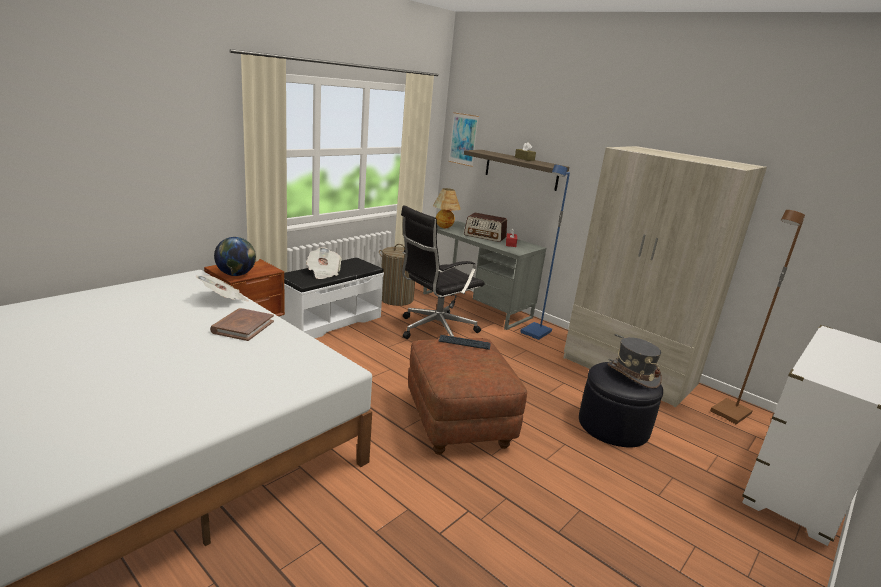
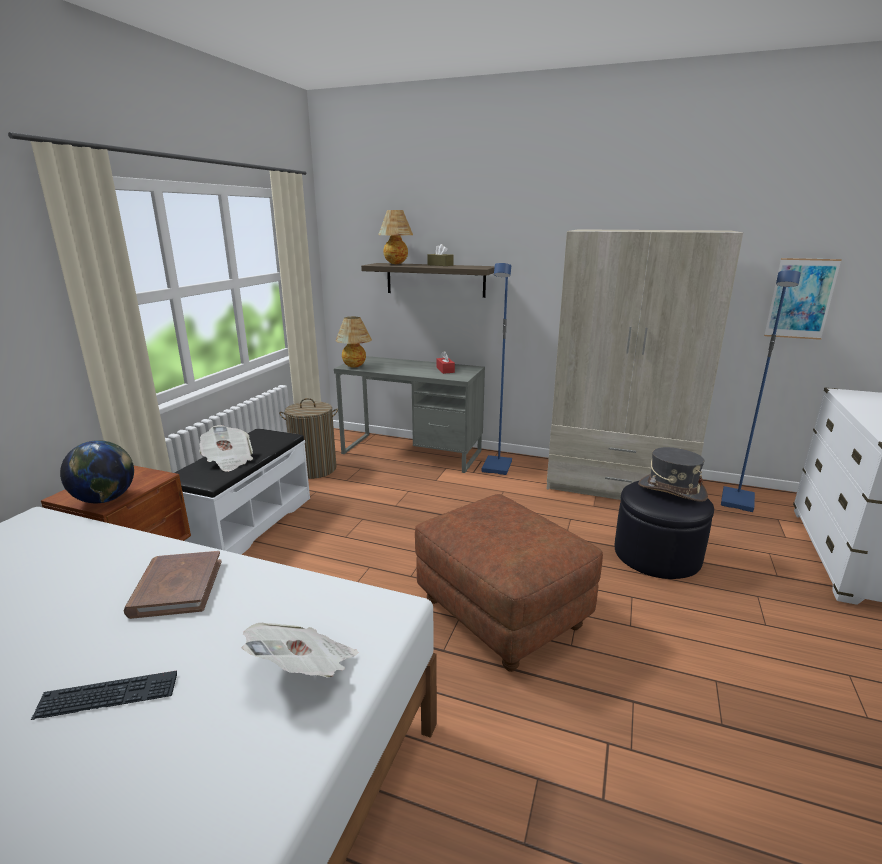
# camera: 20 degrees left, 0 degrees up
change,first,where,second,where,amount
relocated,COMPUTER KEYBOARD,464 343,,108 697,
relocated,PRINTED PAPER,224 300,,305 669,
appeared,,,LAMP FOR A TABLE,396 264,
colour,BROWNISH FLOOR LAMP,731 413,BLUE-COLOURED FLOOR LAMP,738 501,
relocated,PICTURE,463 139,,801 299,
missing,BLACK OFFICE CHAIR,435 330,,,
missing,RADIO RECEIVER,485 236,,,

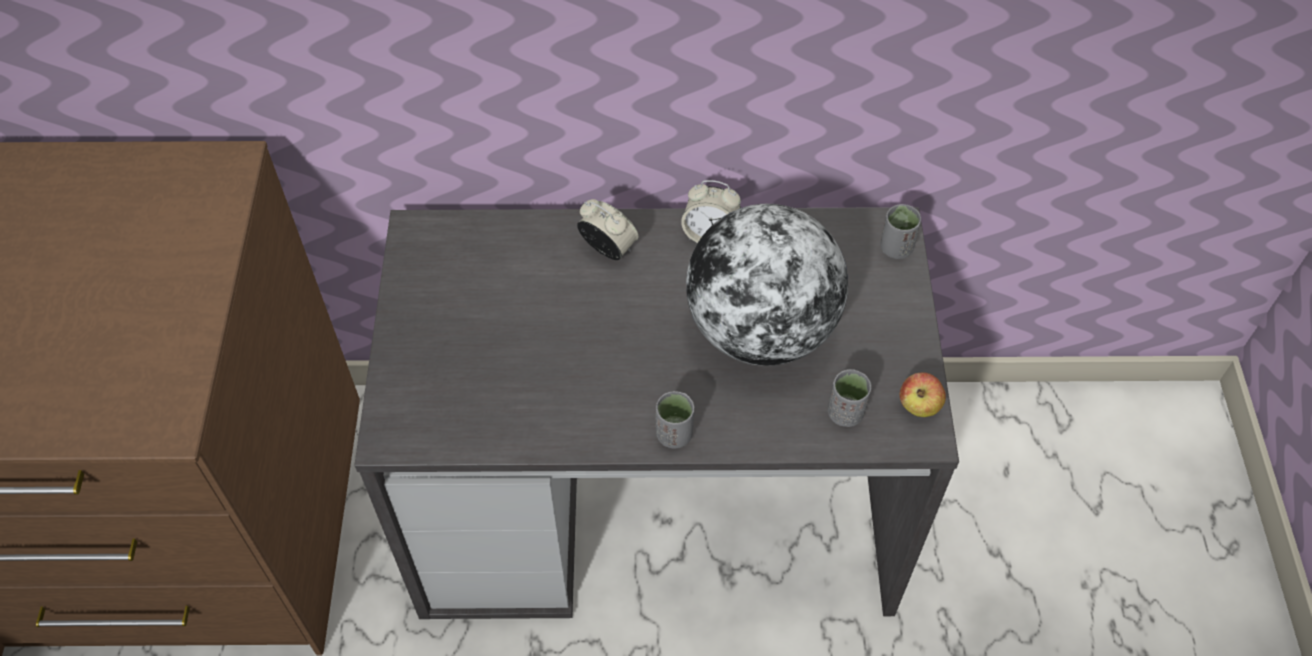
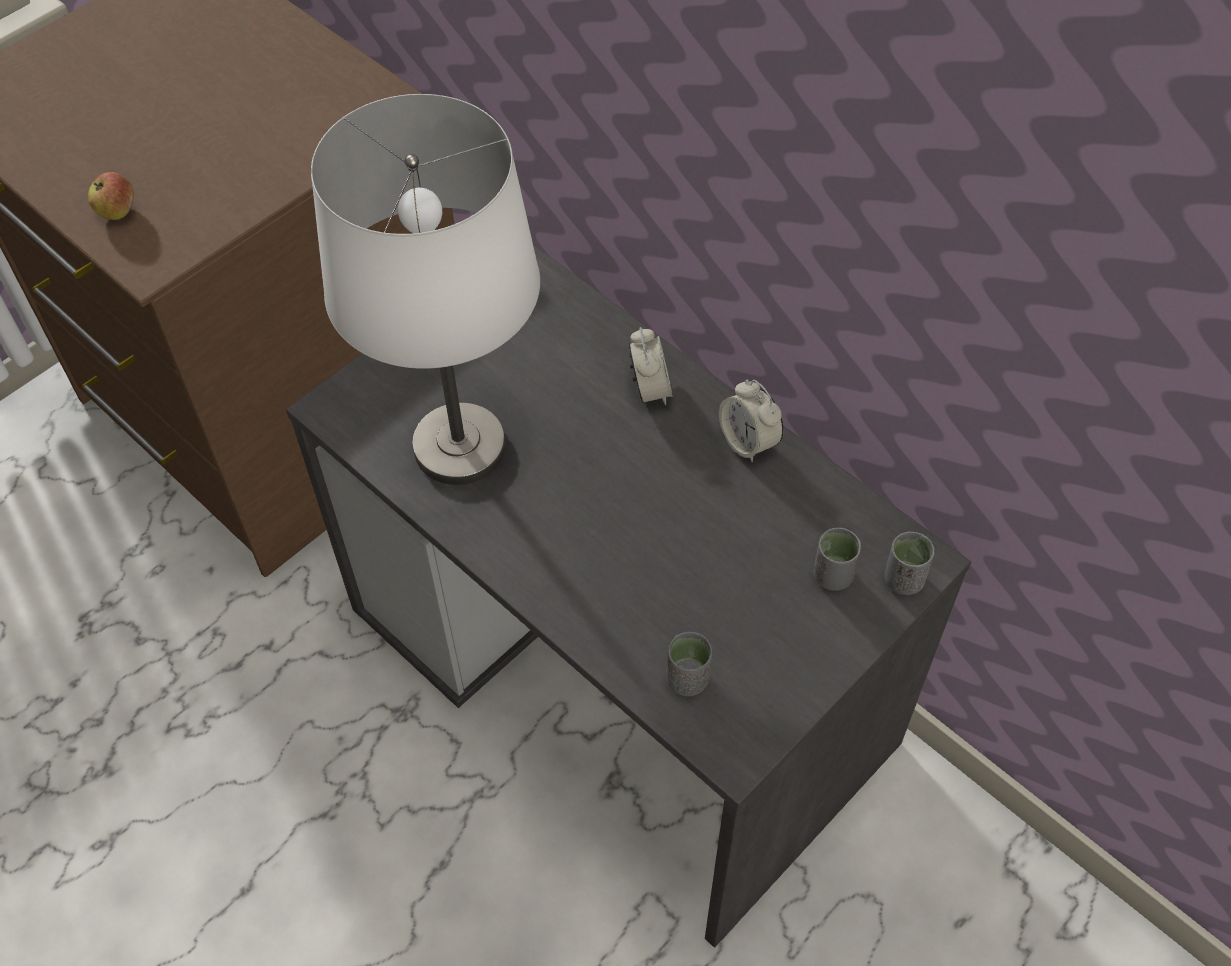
# camera: 45 degrees right, 0 degrees up
change,first,where,second,where,amount
relocated,WHOLE APPLE,919 406,,117 212,
appeared,,,WHITE-COLOURED LAMP FOR A TABLE,458 446,
relocated,GRAY DRINKING CUP,674 434,,832 575,
missing,DESK GLOBE,761 330,,,

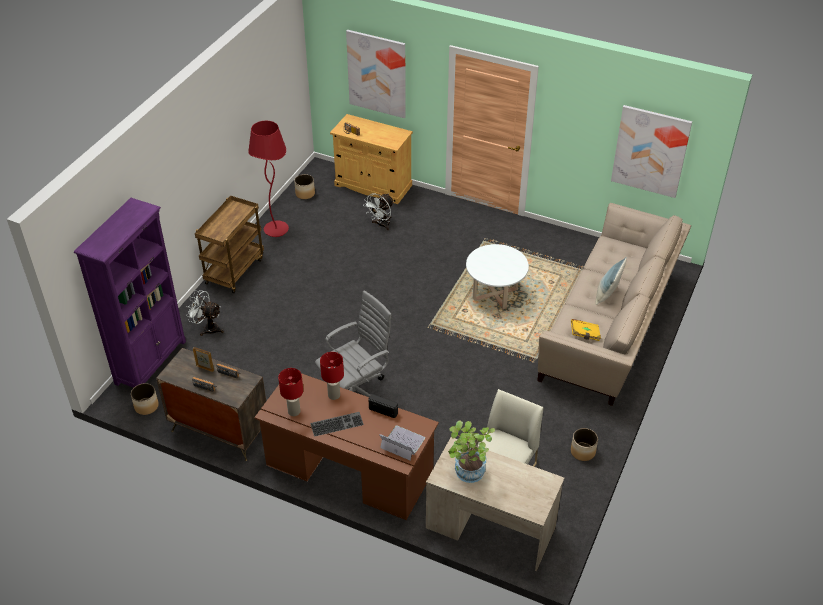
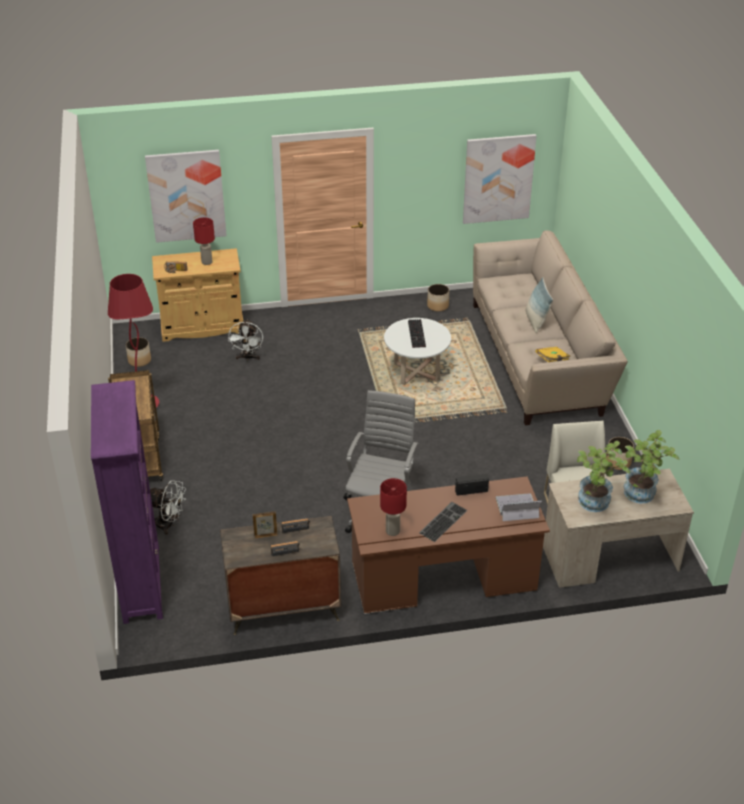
# camera: 35 degrees left, 5 degrees down
change,first,where,second,where,amount
spun,WHITE-COLOURED FAN,207 328,,169 524,150 degrees counterclockwise
relocated,RED-COLOURED LAMP FOR A TABLE,334 395,,206 262,
appeared,,,COMPUTER KEYBOARD,417 334,
relocated,PLANT POT,146 406,,438 306,
appeared,,,POTTED PLANT,641 496,

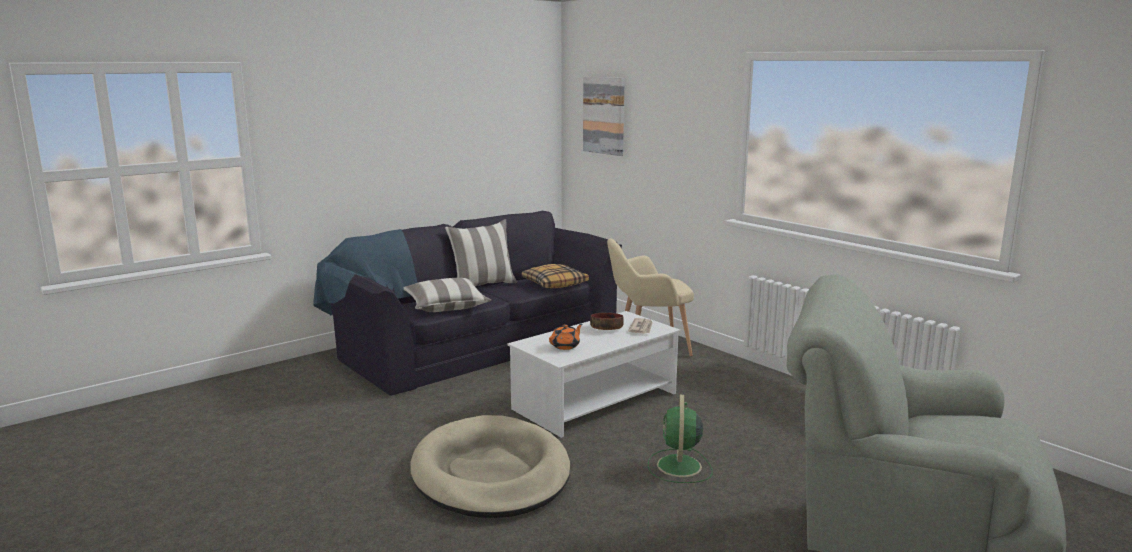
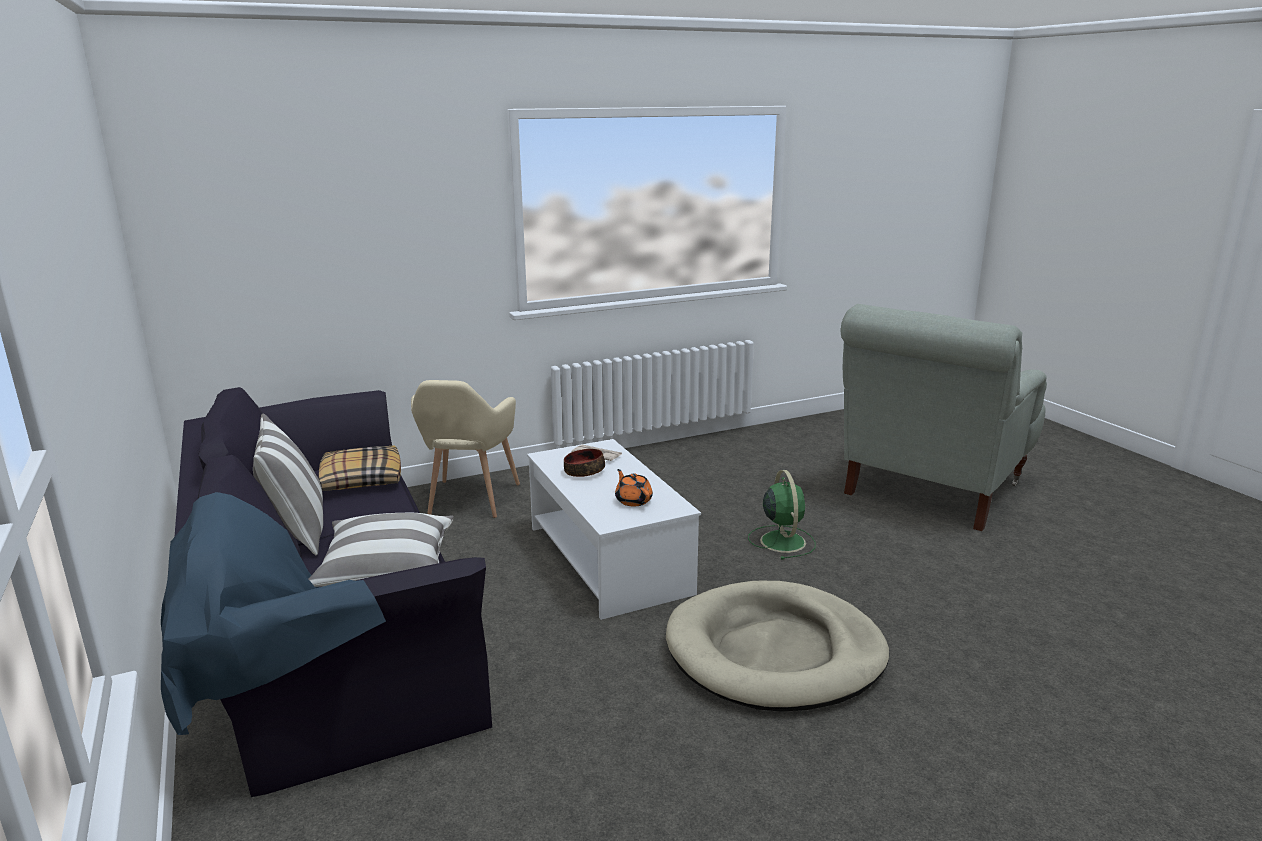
# camera: 75 degrees left, 5 degrees up
change,first,where,second,where,amount
spun,GREEN FAN,679 467,,782 540,120 degrees counterclockwise
missing,PICTURE,604 115,,,

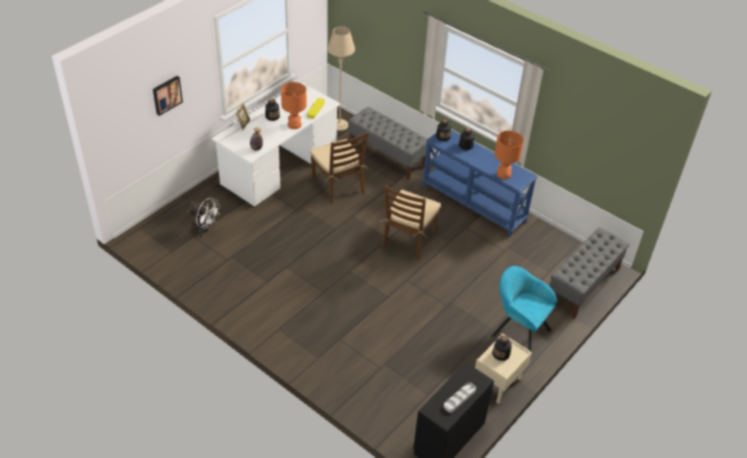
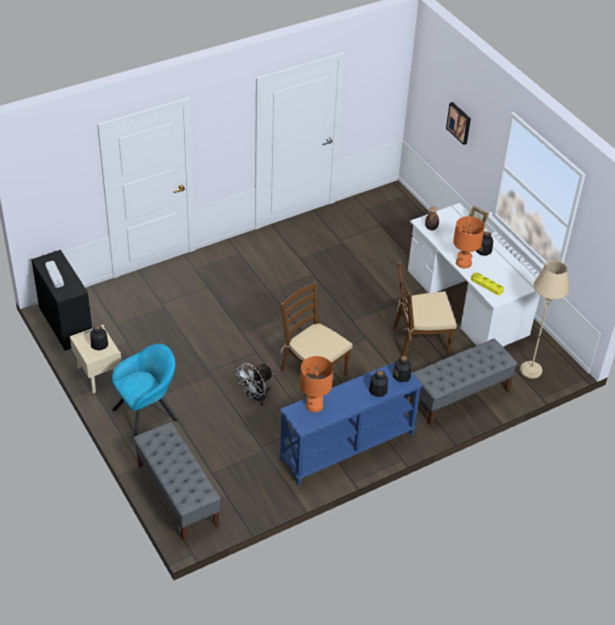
# camera: 110 degrees right, 0 degrees up
change,first,where,second,where,amount
relocated,WHITE-COLOURED FAN,205 230,,255 397,

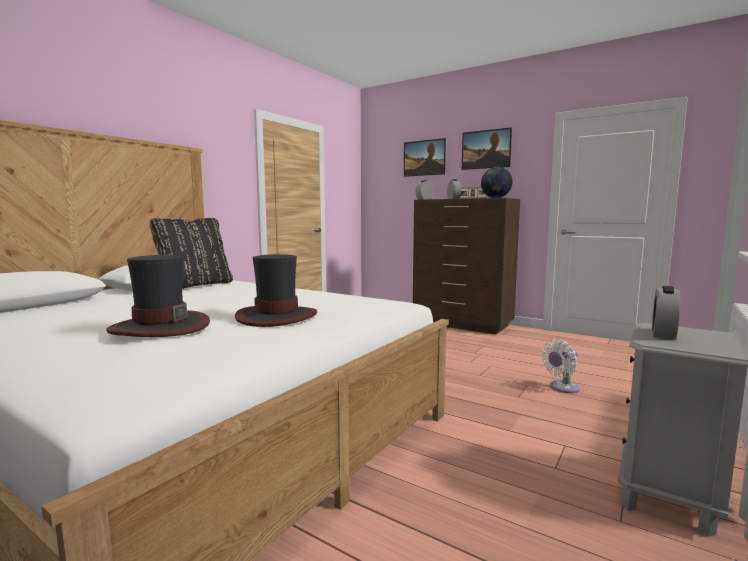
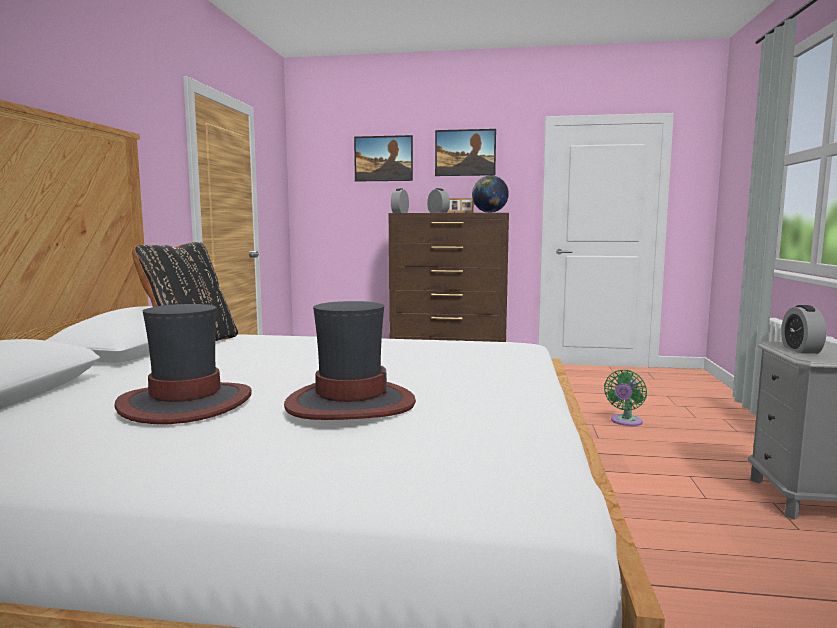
# camera: 25 degrees left, 0 degrees up
change,first,where,second,where,amount
relocated,CLOTHING HAT,276 317,,186 403,
colour,WHITE-COLOURED FAN,562 388,GREEN FAN,625 422,

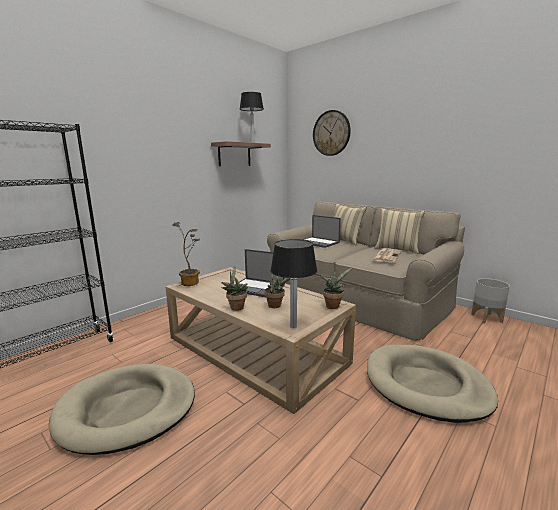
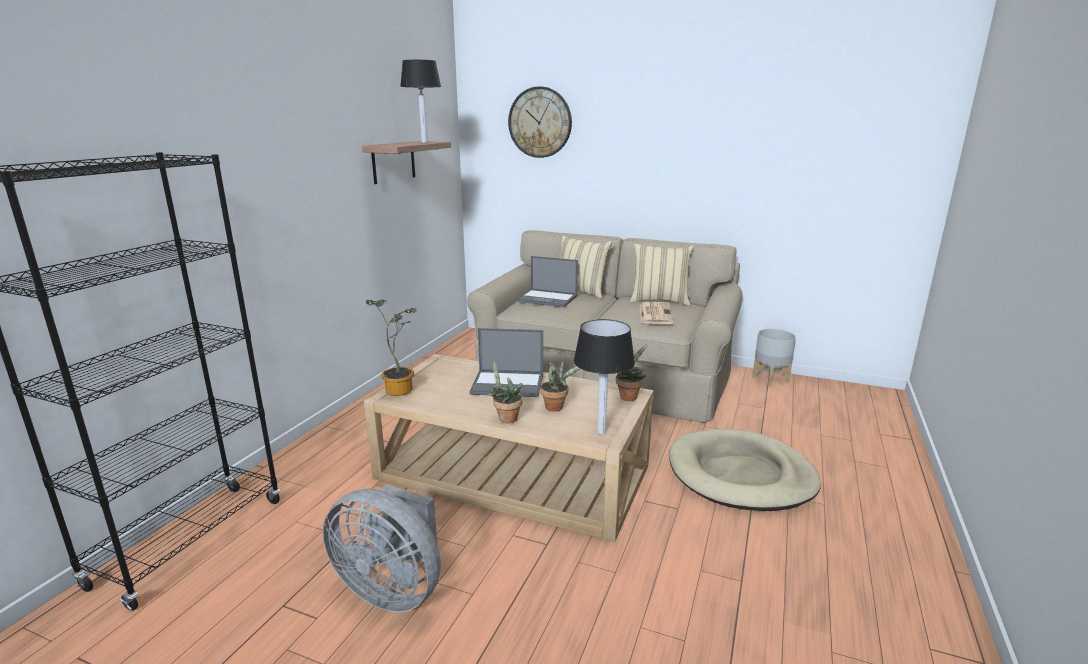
# camera: 20 degrees left, 5 degrees up
change,first,where,second,where,amount
exchanged,SAND-COLOURED DOG CUSHION,127 409,GRAY FAN,393 589,

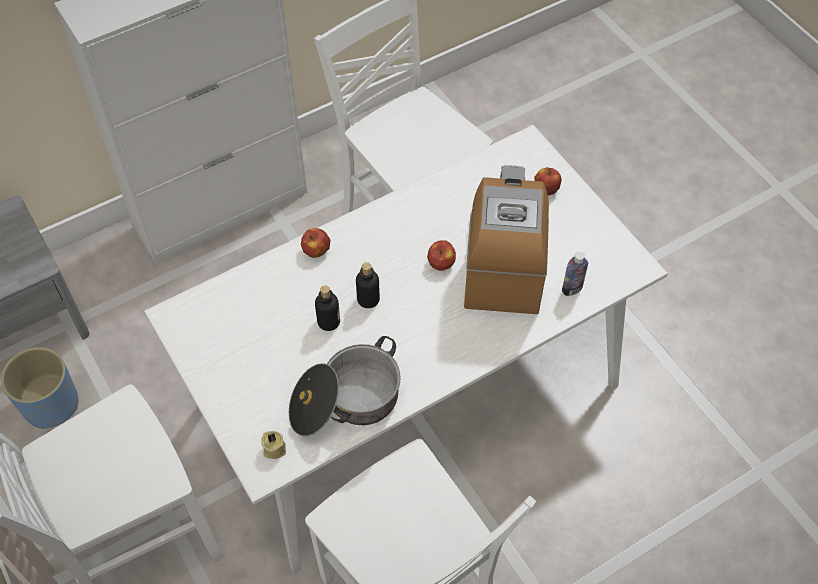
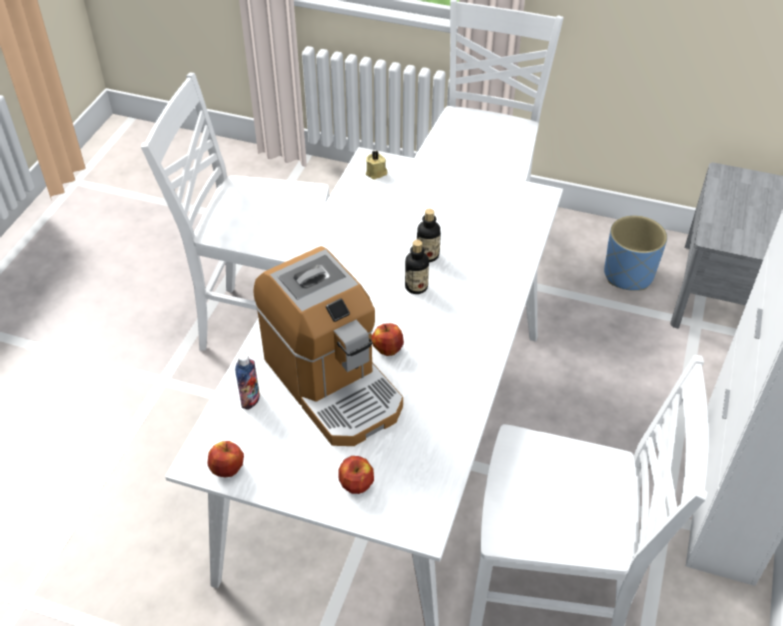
# camera: 140 degrees right, 10 degrees down
change,first,where,second,where,amount
relocated,WHOLE APPLE,316 251,,227 468,
missing,STOCKPOT,345 402,,,

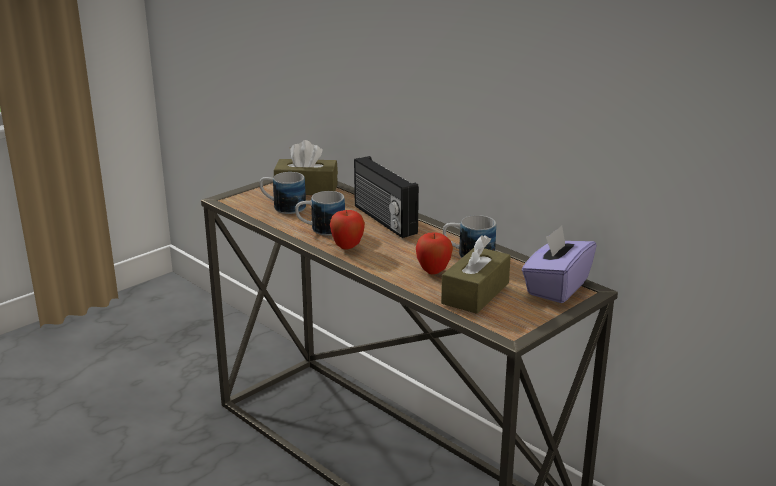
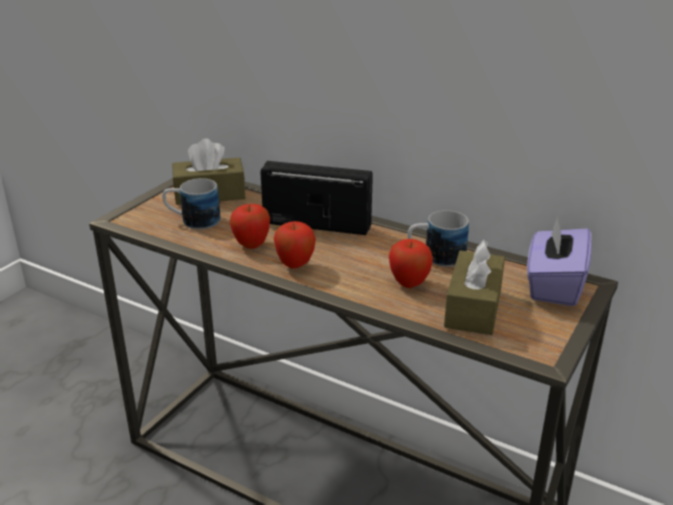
# camera: 15 degrees left, 5 degrees up
change,first,where,second,where,amount
exchanged,MUG,320 229,WHOLE APPLE,251 245,
spun,RADIO RECEIVER,383 220,,317 223,150 degrees clockwise

